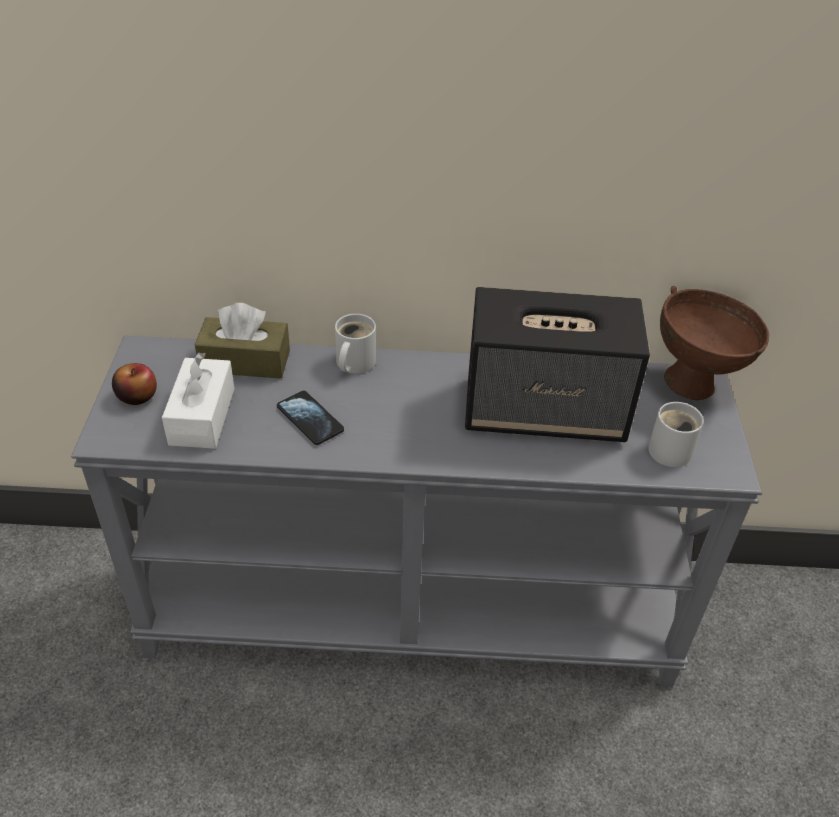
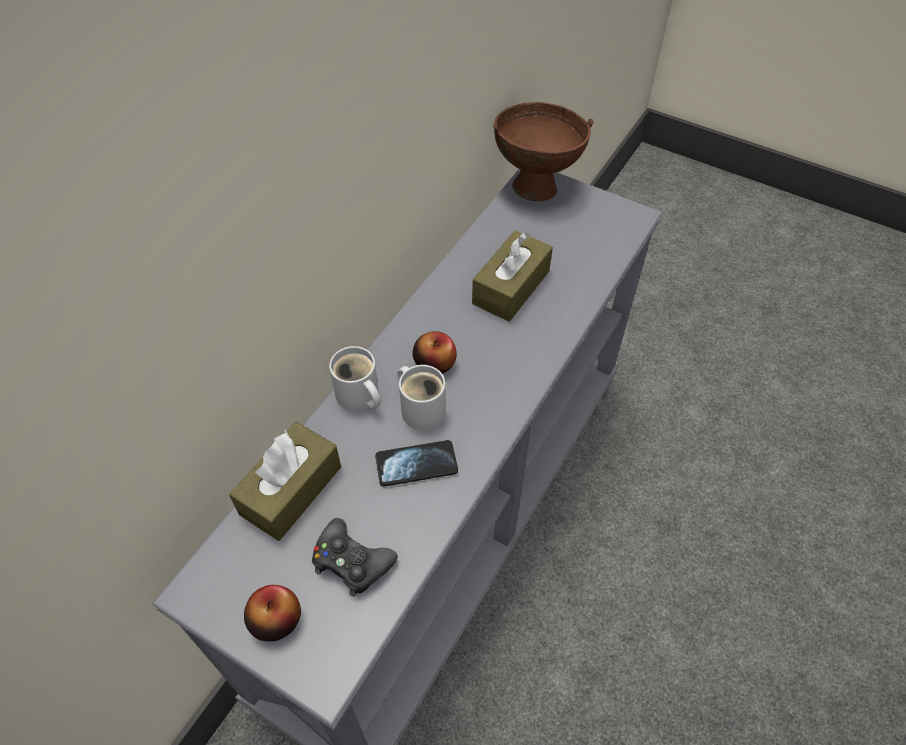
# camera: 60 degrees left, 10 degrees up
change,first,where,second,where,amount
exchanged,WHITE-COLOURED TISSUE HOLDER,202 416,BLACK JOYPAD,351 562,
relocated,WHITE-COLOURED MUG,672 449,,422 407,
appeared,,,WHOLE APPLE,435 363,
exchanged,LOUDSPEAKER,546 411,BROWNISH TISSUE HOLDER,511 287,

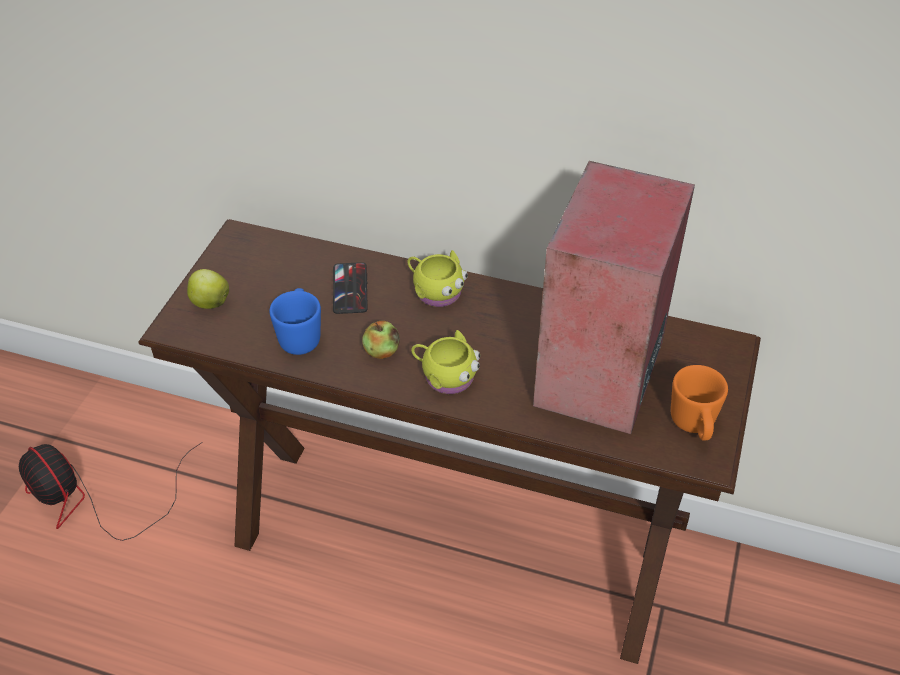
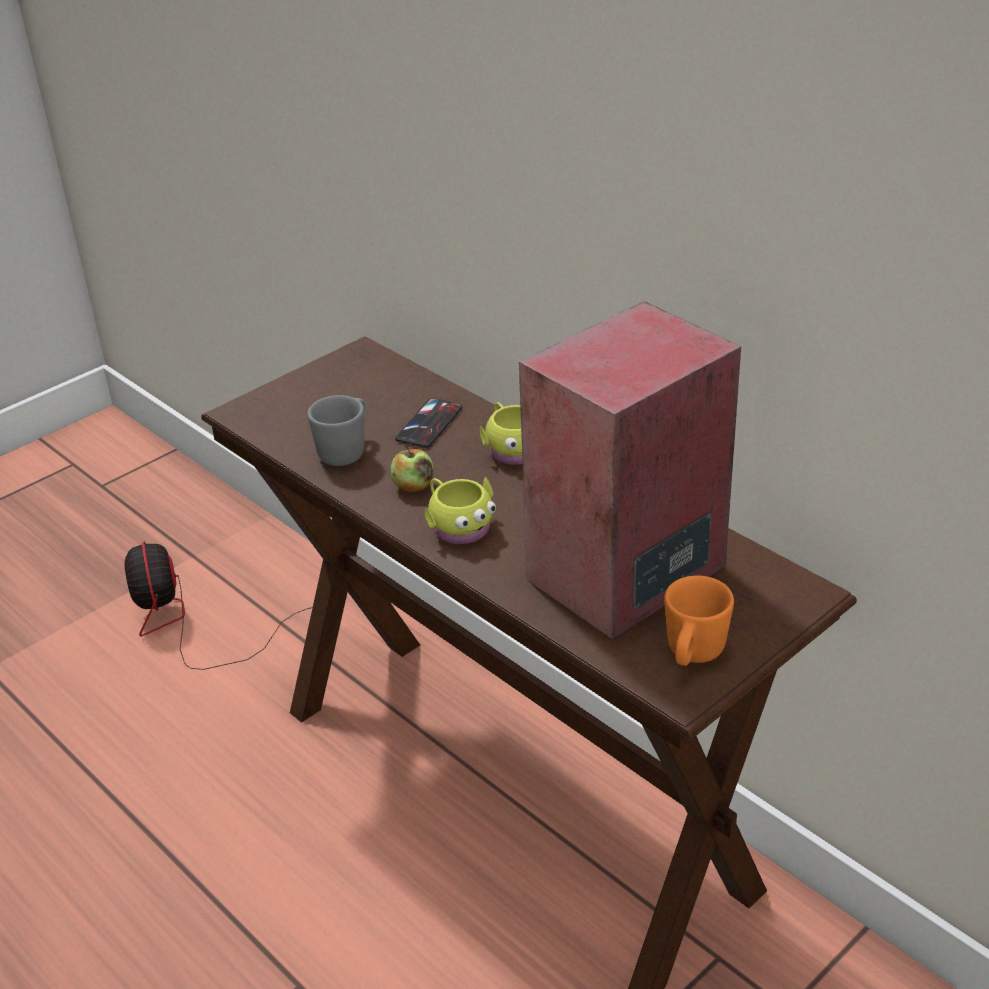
# camera: 30 degrees right, 10 degrees down
change,first,where,second,where,amount
colour,BLUE-COLOURED MUG,300 336,GRAY MUG,346 451,
missing,WHOLE APPLE,209 303,,,

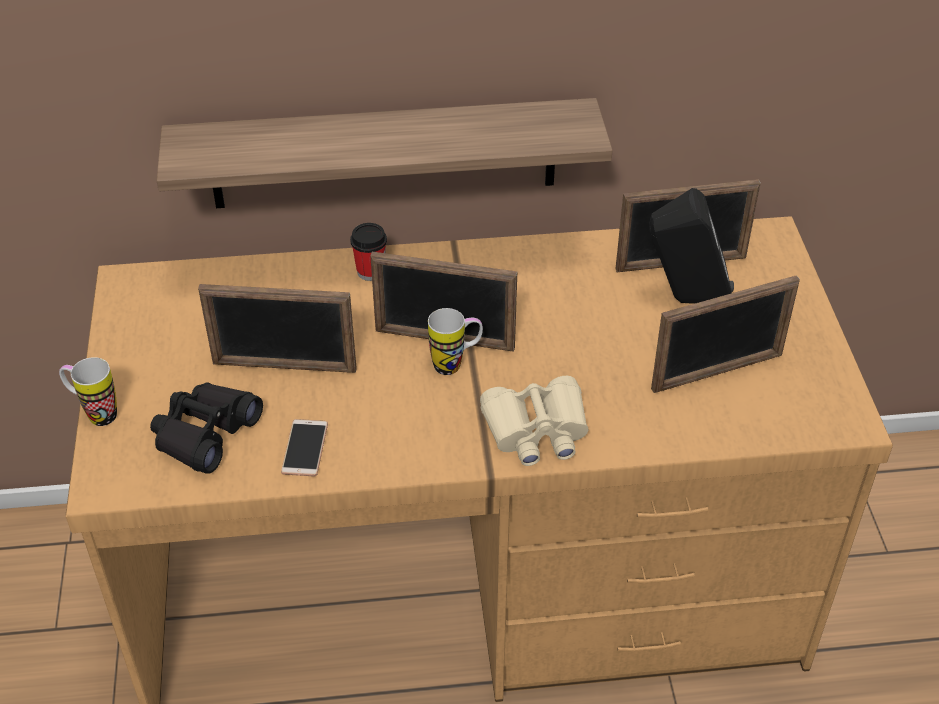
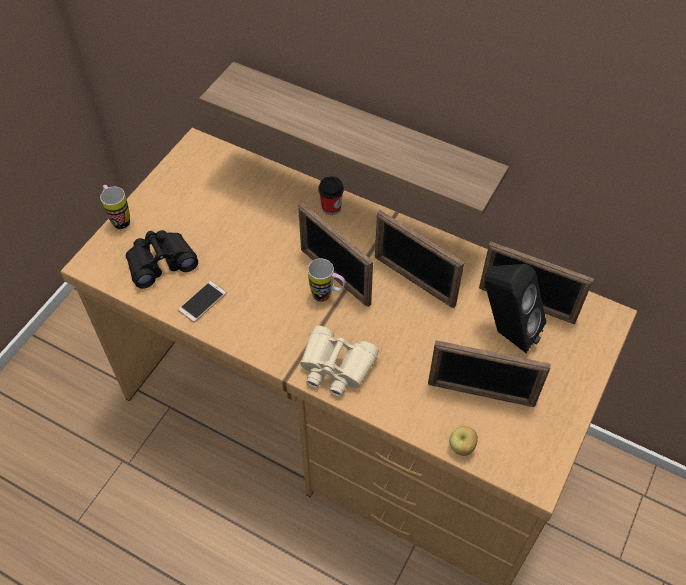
# camera: 35 degrees right, 10 degrees up
change,first,where,second,where,amount
relocated,PICTURE FRAME,284 367,,414 281,
appeared,,,WHOLE APPLE,462 447,

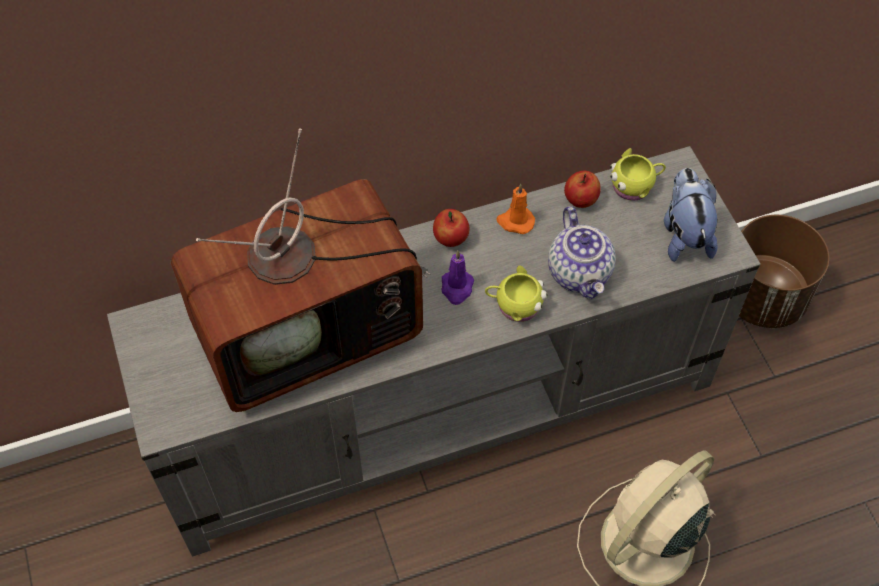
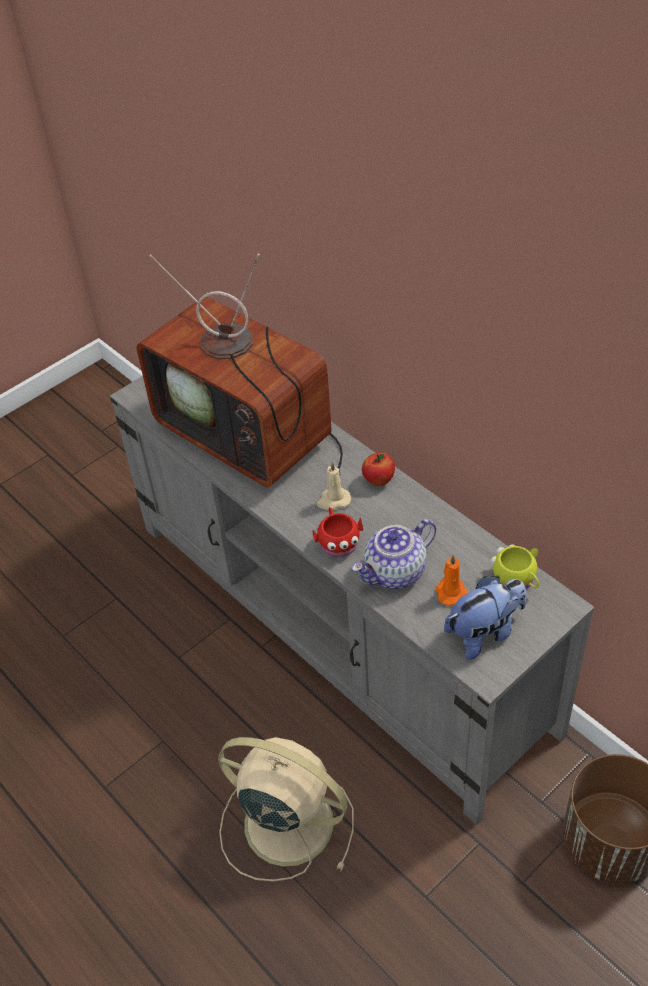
# camera: 70 degrees right, 10 degrees down
change,first,where,second,where,amount
colour,YELLOW-COLOURED MUG,514 305,RED-COLOURED MUG,338 541,
colour,PURPLE-COLOURED WAX LIGHT,457 288,SAND-COLOURED WAX LIGHT,333 500,
relocated,ORANGEY WAX LIGHT,515 221,,450 591,
missing,WHOLE APPLE,580 200,,,

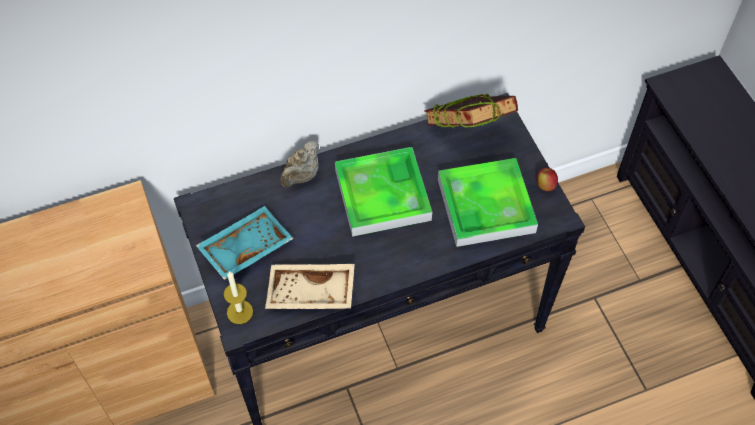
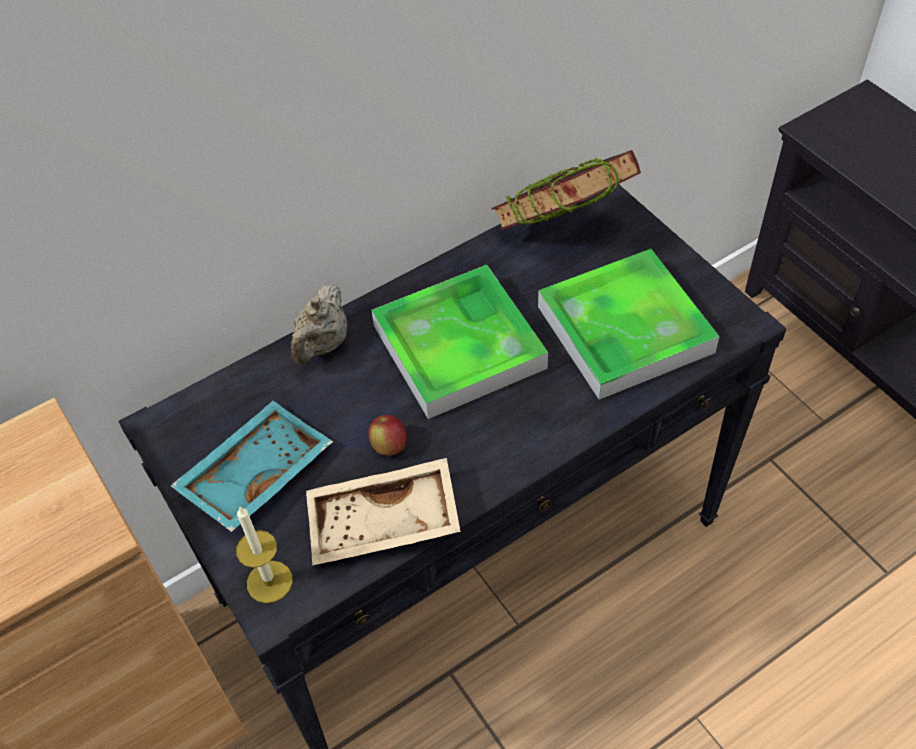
# camera: 10 degrees left, 5 degrees down
change,first,where,second,where,amount
relocated,WHOLE APPLE,545 185,,389 446,

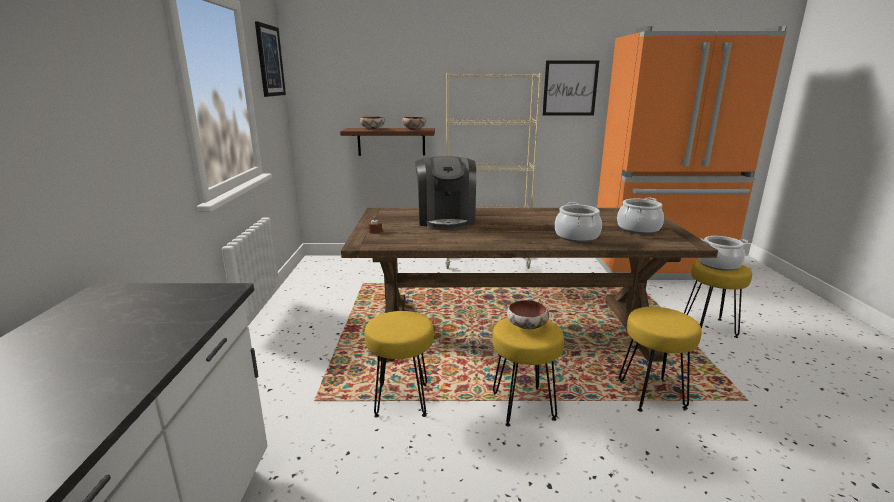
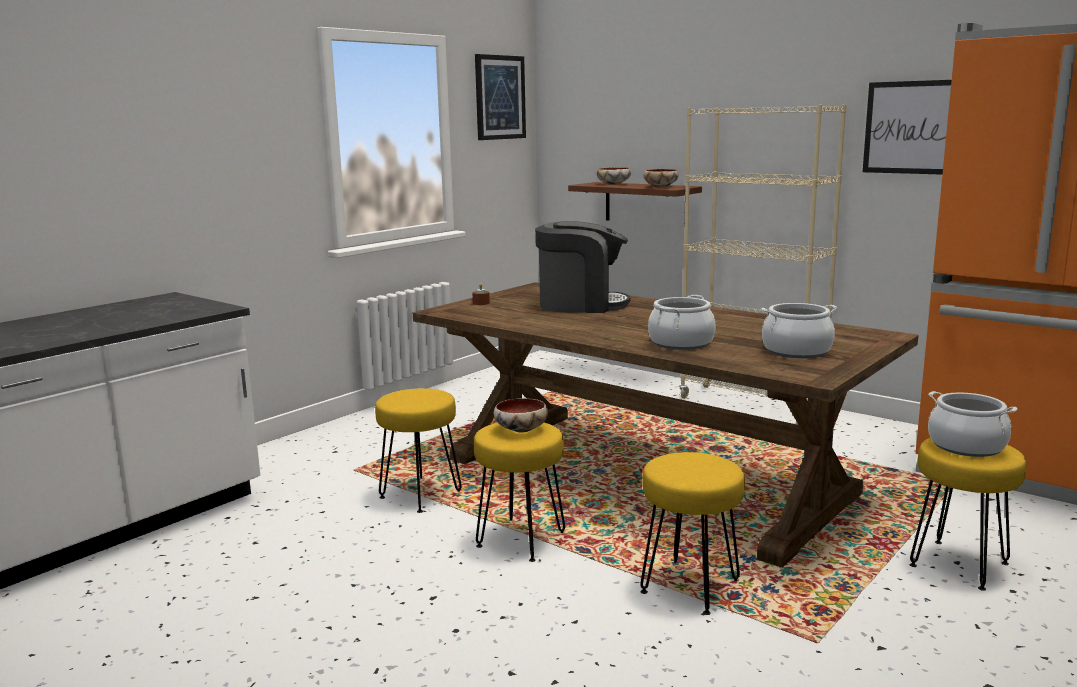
# camera: 40 degrees right, 5 degrees down
change,first,where,second,where,amount
spun,COFFEE BREWER,446 220,,581 304,120 degrees counterclockwise

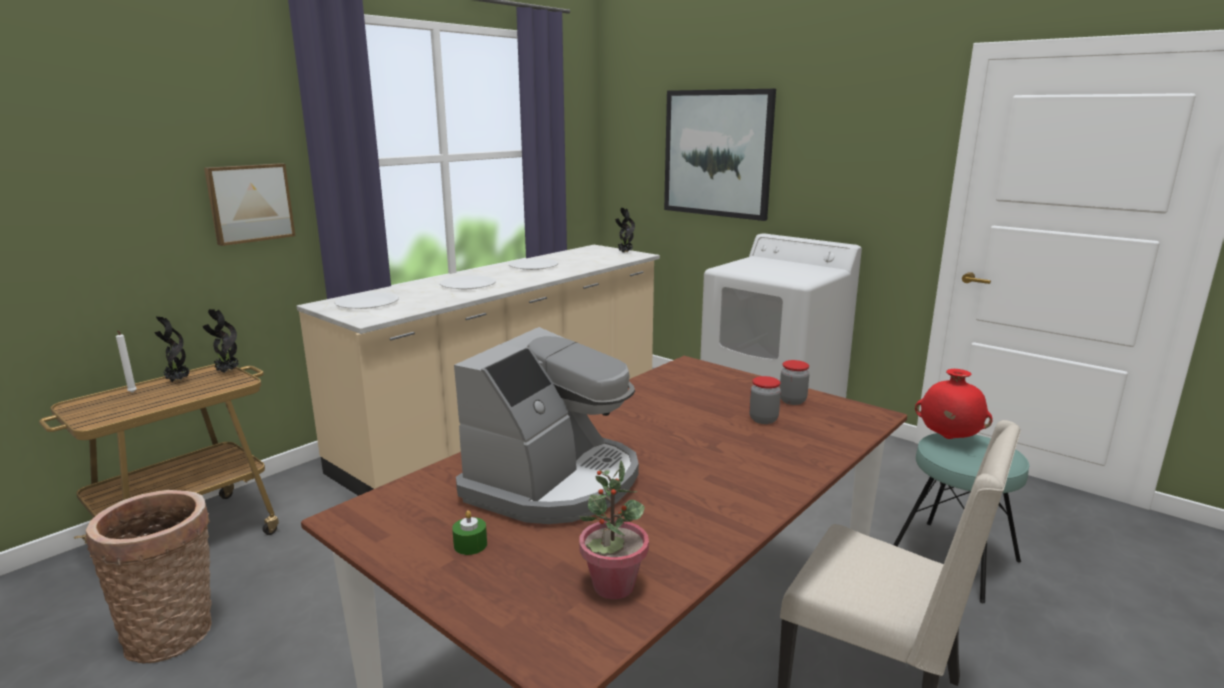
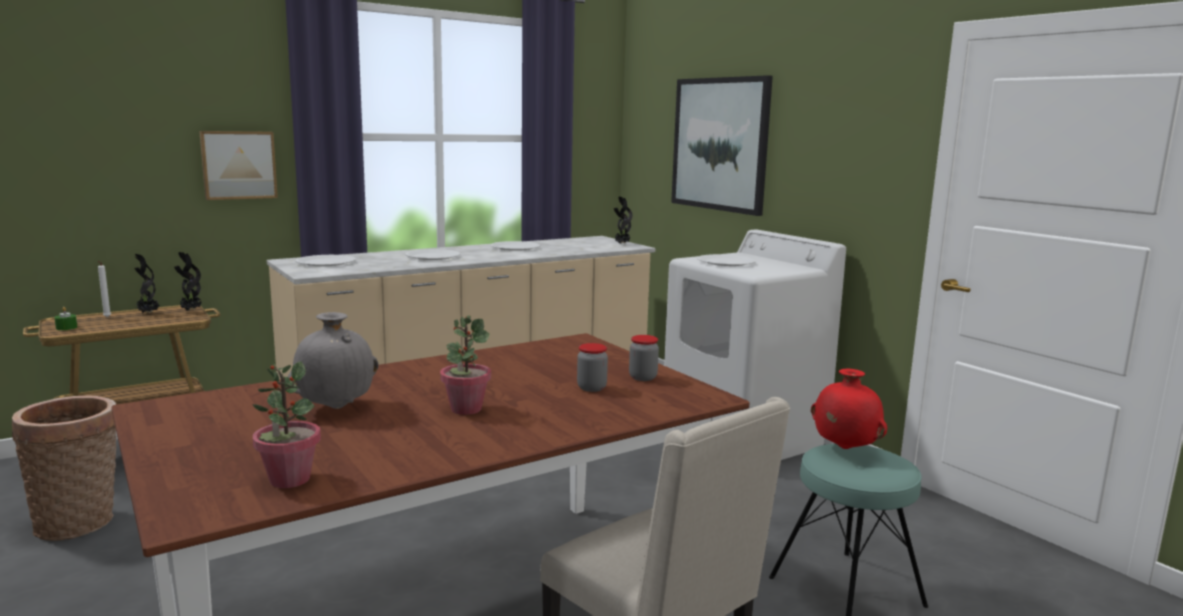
# camera: 15 degrees right, 5 degrees down
change,first,where,second,where,amount
relocated,GREEN WAX LIGHT,470 545,,66 328,
exchanged,COFFEE BREWER,554 482,GRAY VASE,336 407,
appeared,,,POTTED PLANT,466 409,
appeared,,,WHITE-COLOURED FLAT DISH,725 262,

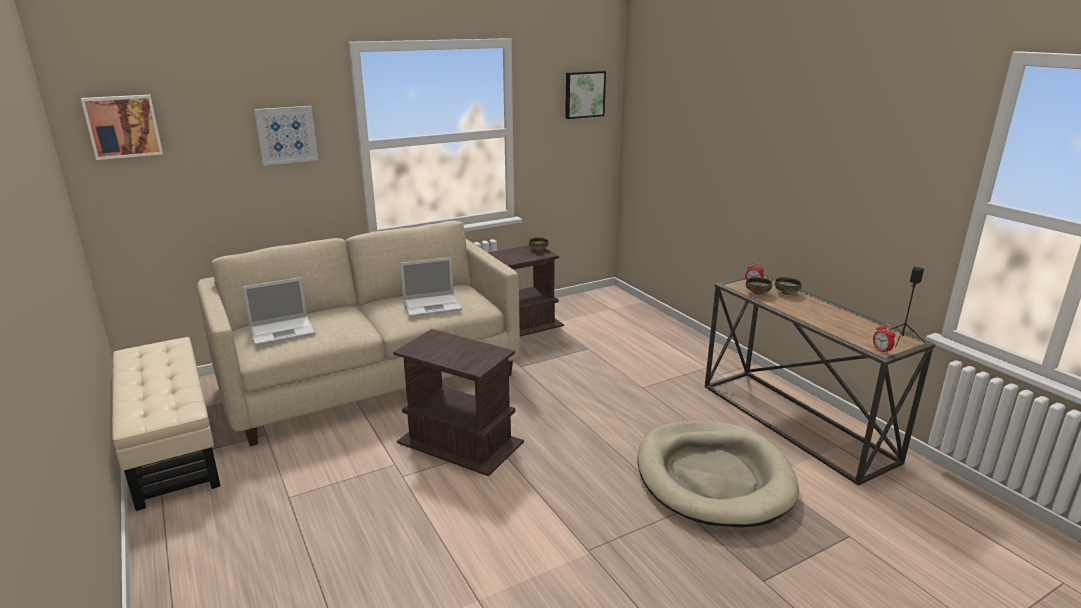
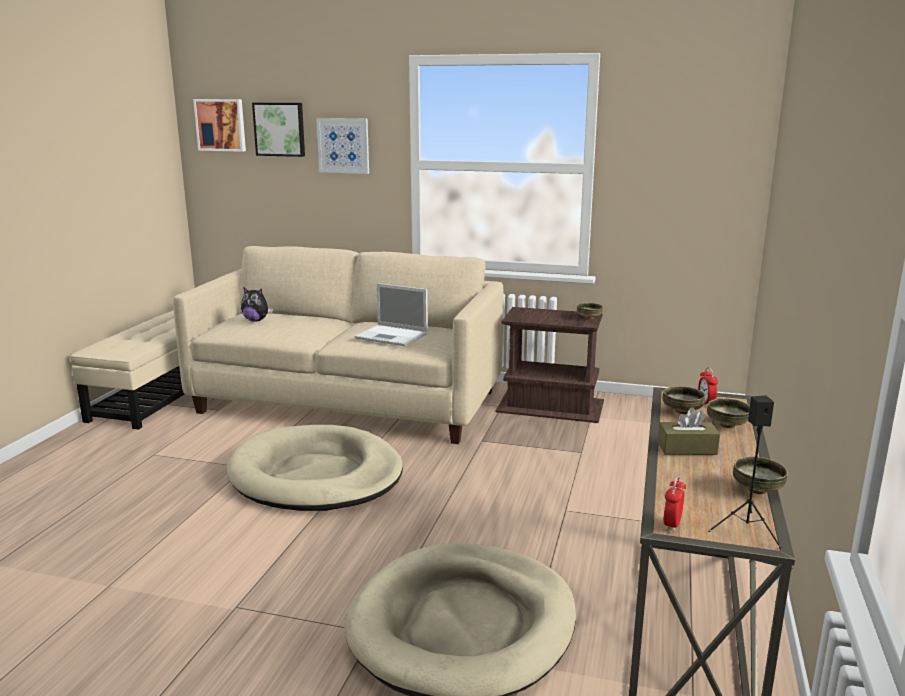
# camera: 45 degrees right, 5 degrees down
change,first,where,second,where,amount
exchanged,BROWNISH END TABLE,461 442,SAND-COLOURED DOG CUSHION,316 475,
exchanged,PORTABLE COMPUTER,283 331,CUDDLY TOY,256 320,
relocated,PICTURE,584 94,,280 129,
appeared,,,BROWNISH TISSUE HOLDER,687 448,
appeared,,,DEEP DISH,756 490,

